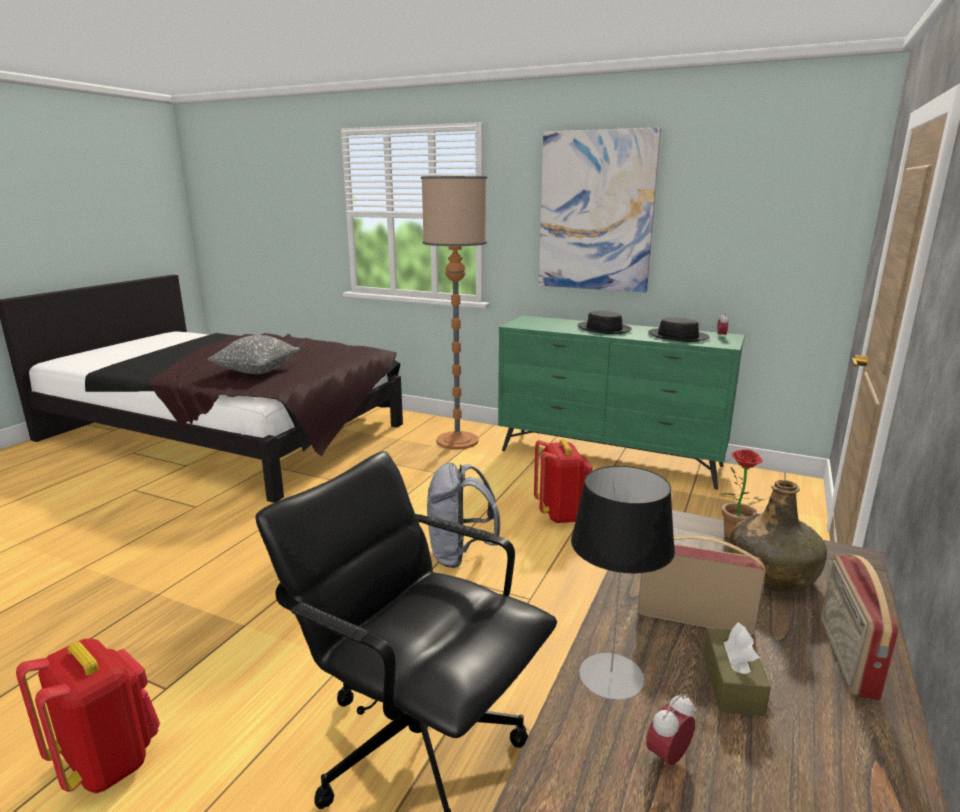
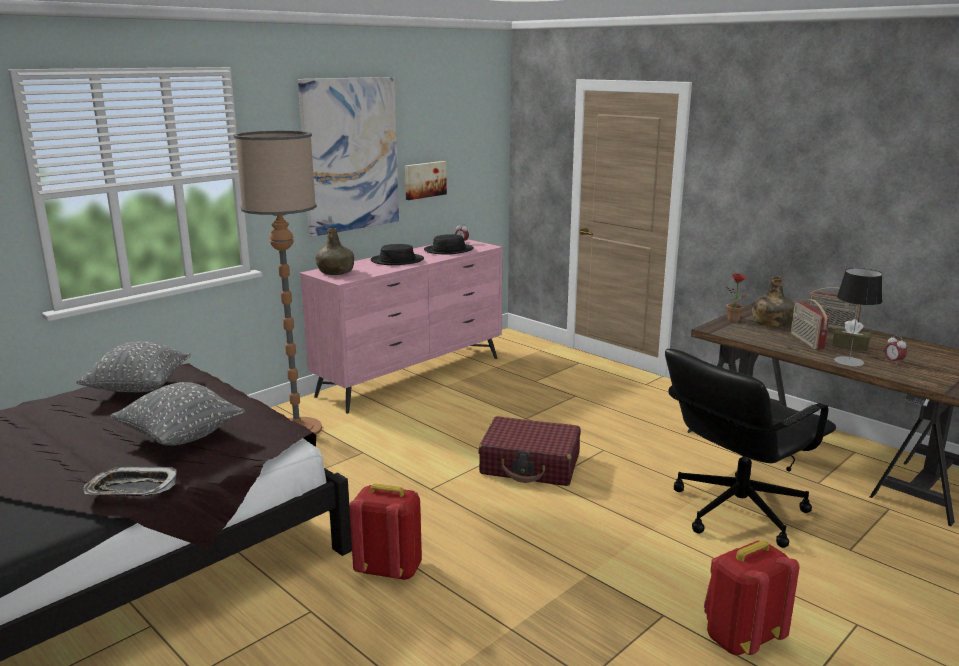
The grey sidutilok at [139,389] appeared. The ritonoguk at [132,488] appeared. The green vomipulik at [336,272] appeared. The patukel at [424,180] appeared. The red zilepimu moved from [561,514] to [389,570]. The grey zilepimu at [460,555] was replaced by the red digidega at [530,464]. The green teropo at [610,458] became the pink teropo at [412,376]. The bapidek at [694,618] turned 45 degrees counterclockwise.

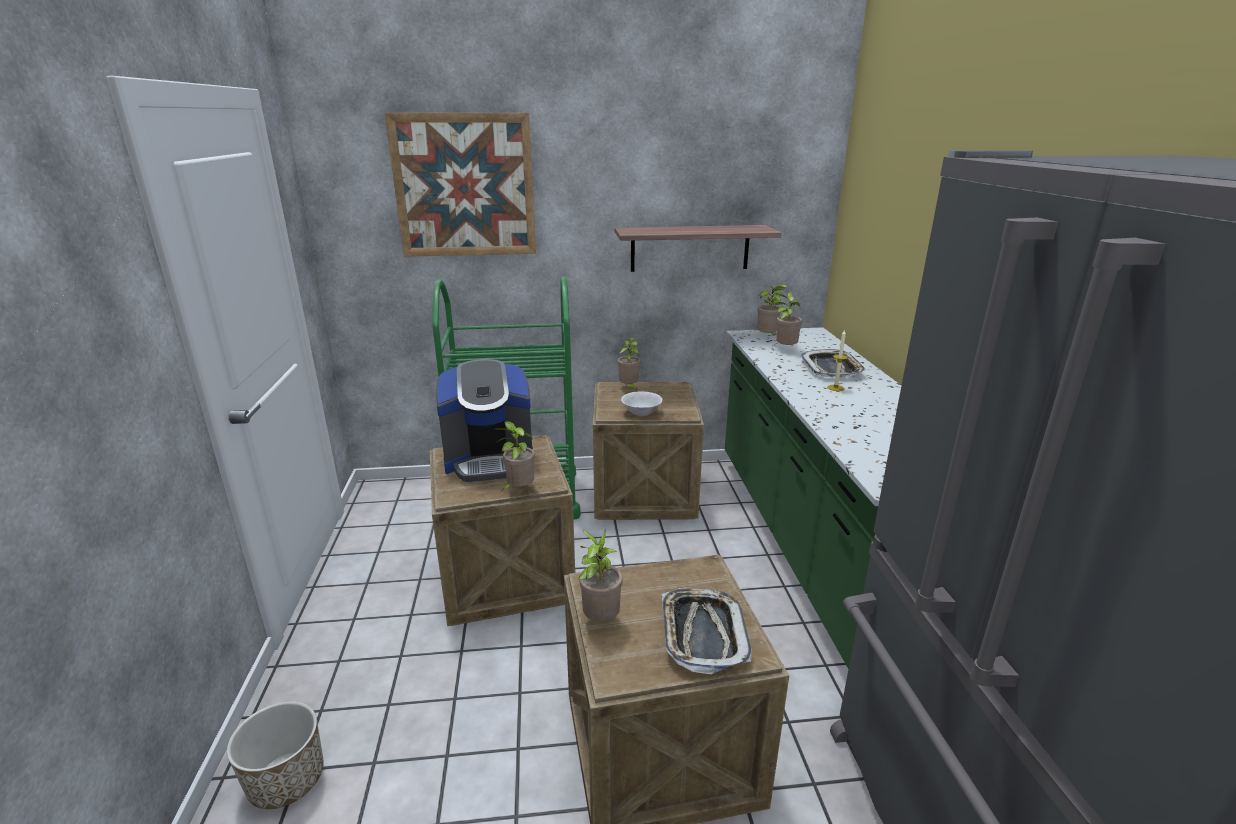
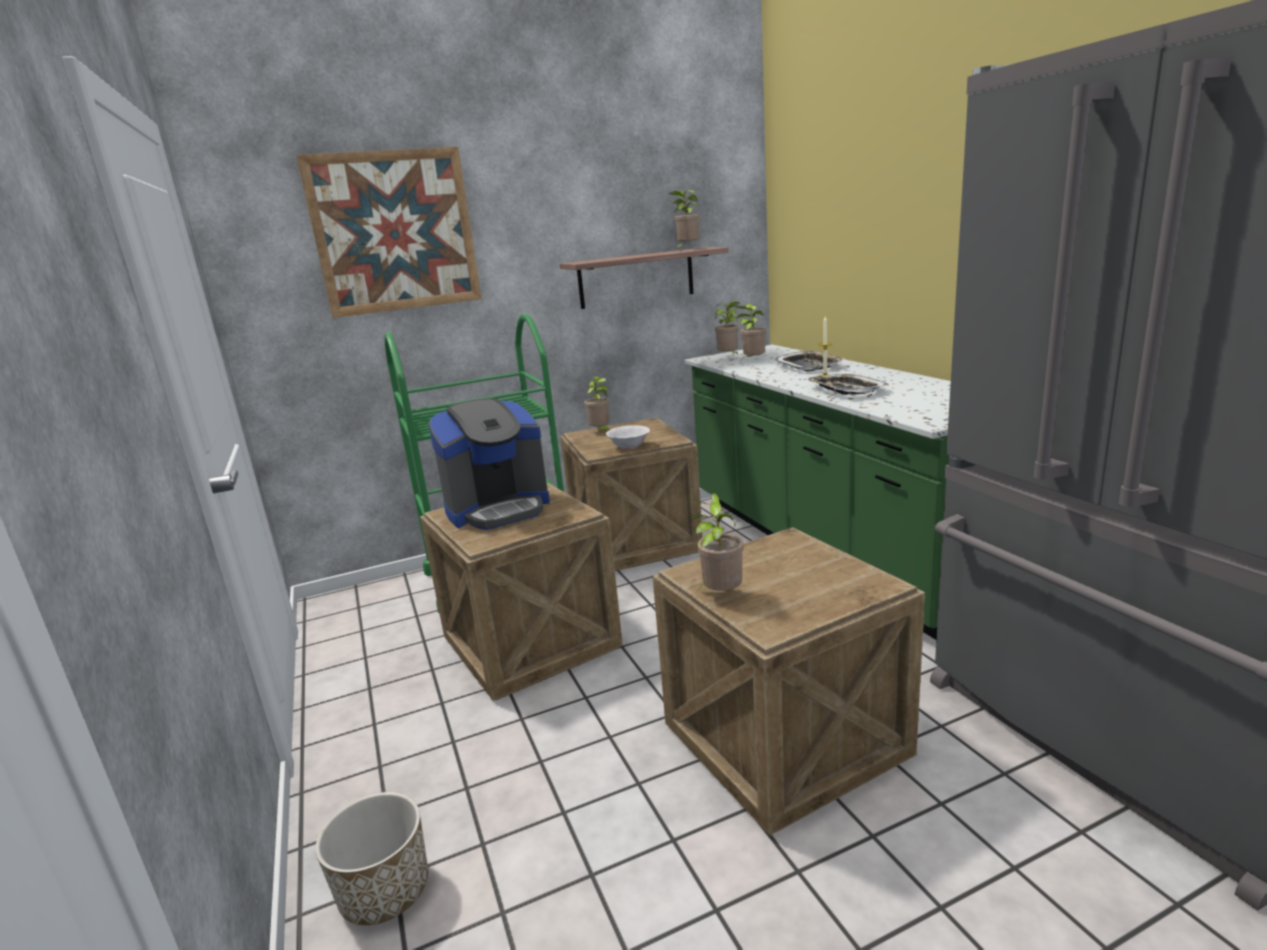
The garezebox moved from [519,490] to [687,249]. The ritonoguk moved from [702,634] to [845,390].

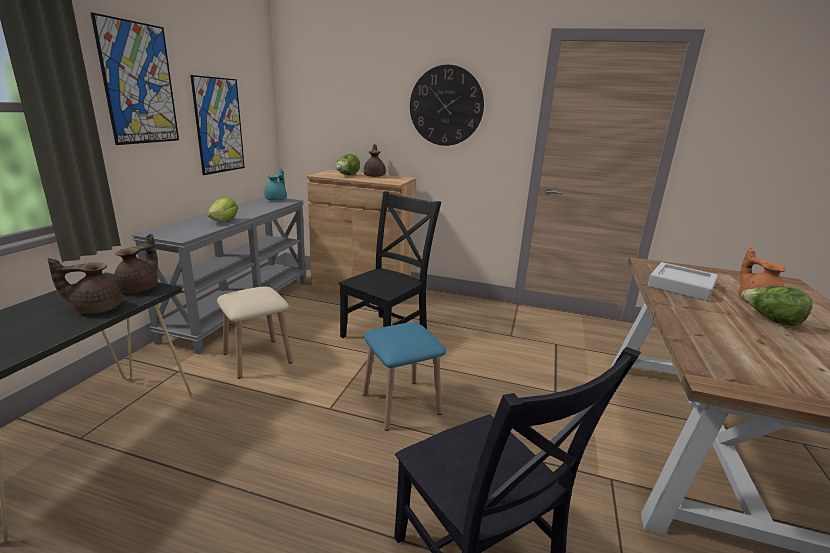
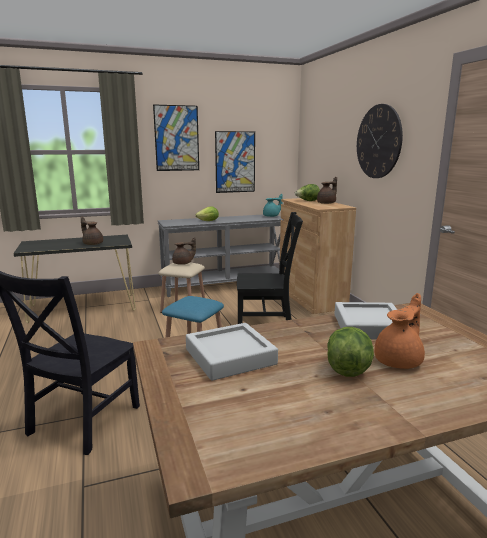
The grey ritonoguk at [230,356] appeared. The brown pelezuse moved from [140,288] to [183,263].

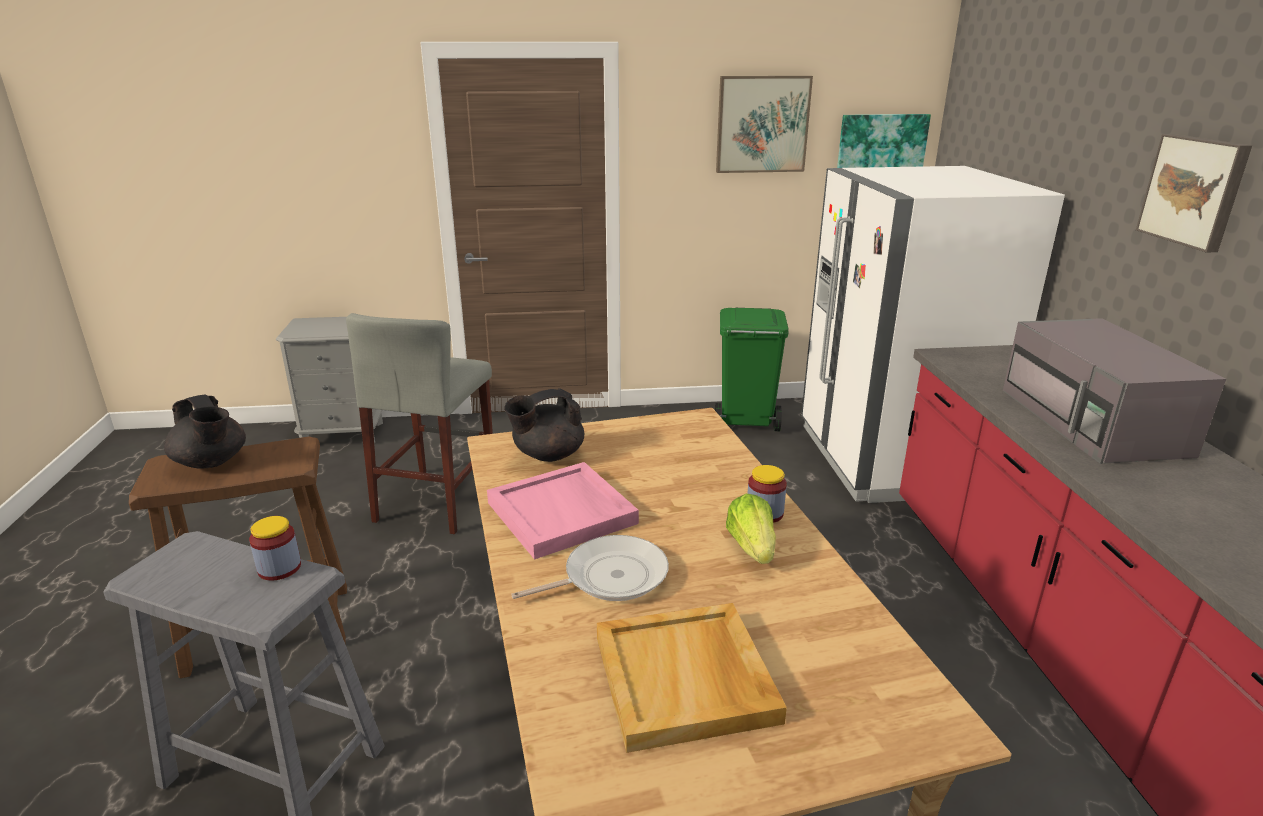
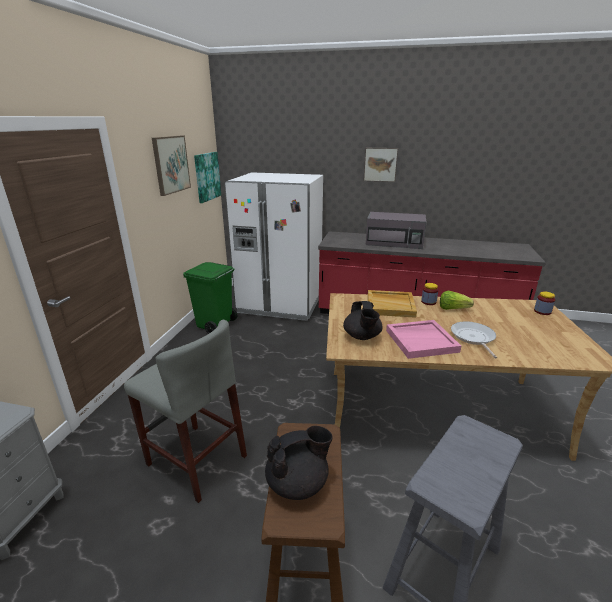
The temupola moved from [279,568] to [542,311]. The beige ritonoguk moved from [686,679] to [390,305].

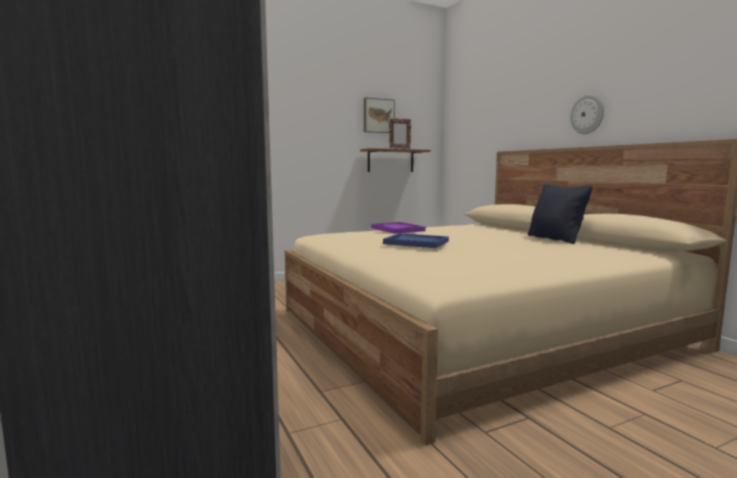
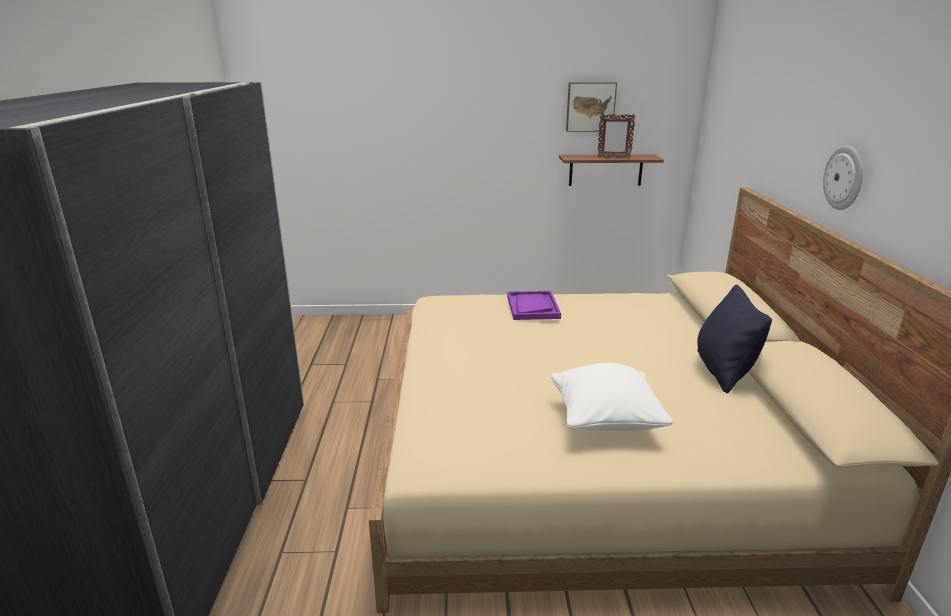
The blue ritonoguk at [416,243] disappeared. The white sidutilok at [605,421] appeared.

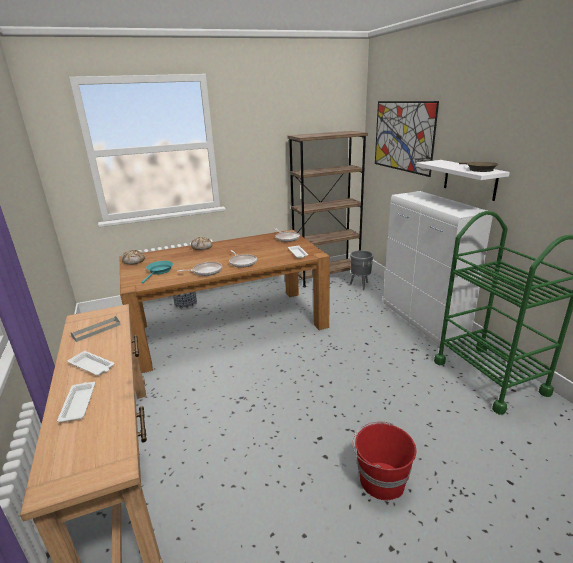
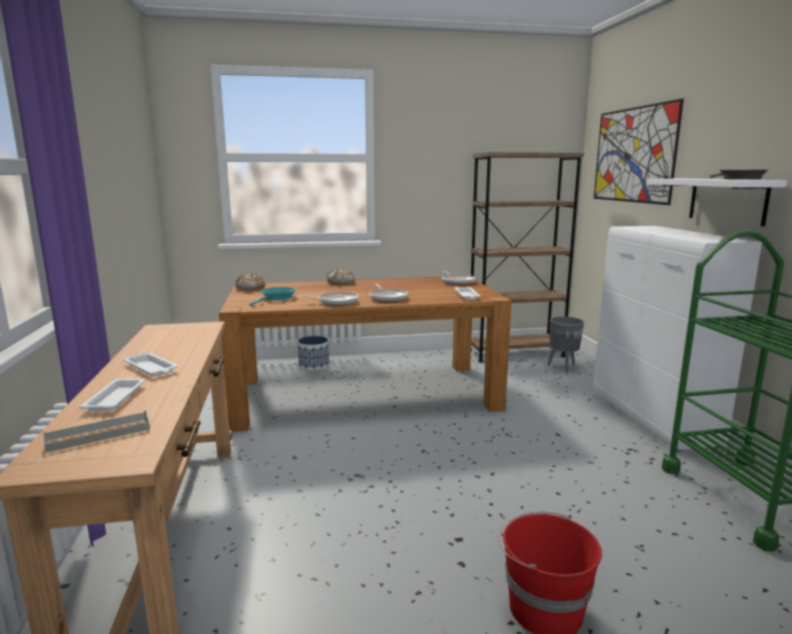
The grey ritonoguk moved from [96,330] to [98,435].

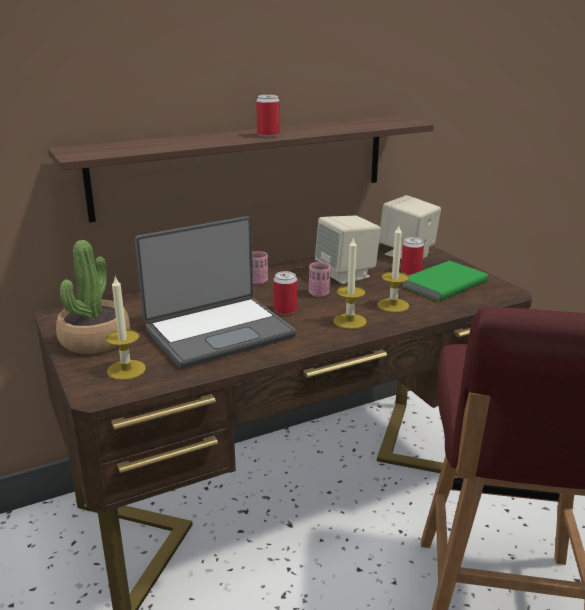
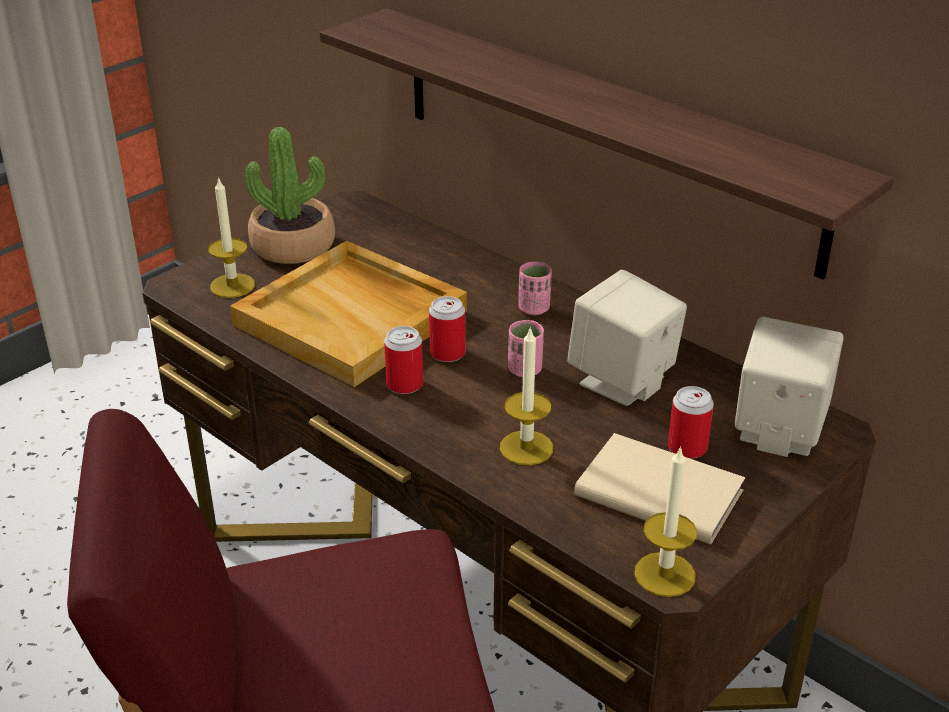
The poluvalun moved from [268,135] to [404,384]. The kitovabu moved from [349,321] to [664,574]. The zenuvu at [218,332] was replaced by the beige ritonoguk at [353,318]. The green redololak at [442,283] became the beige redololak at [658,490].

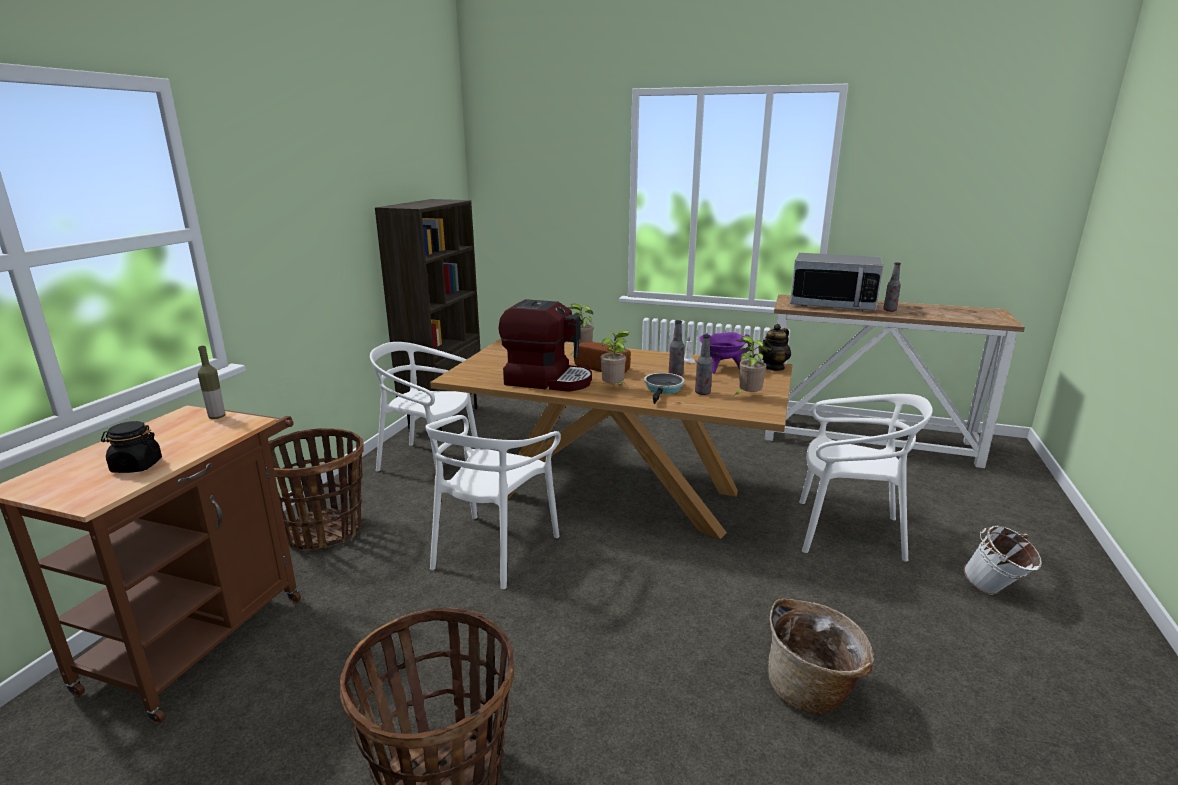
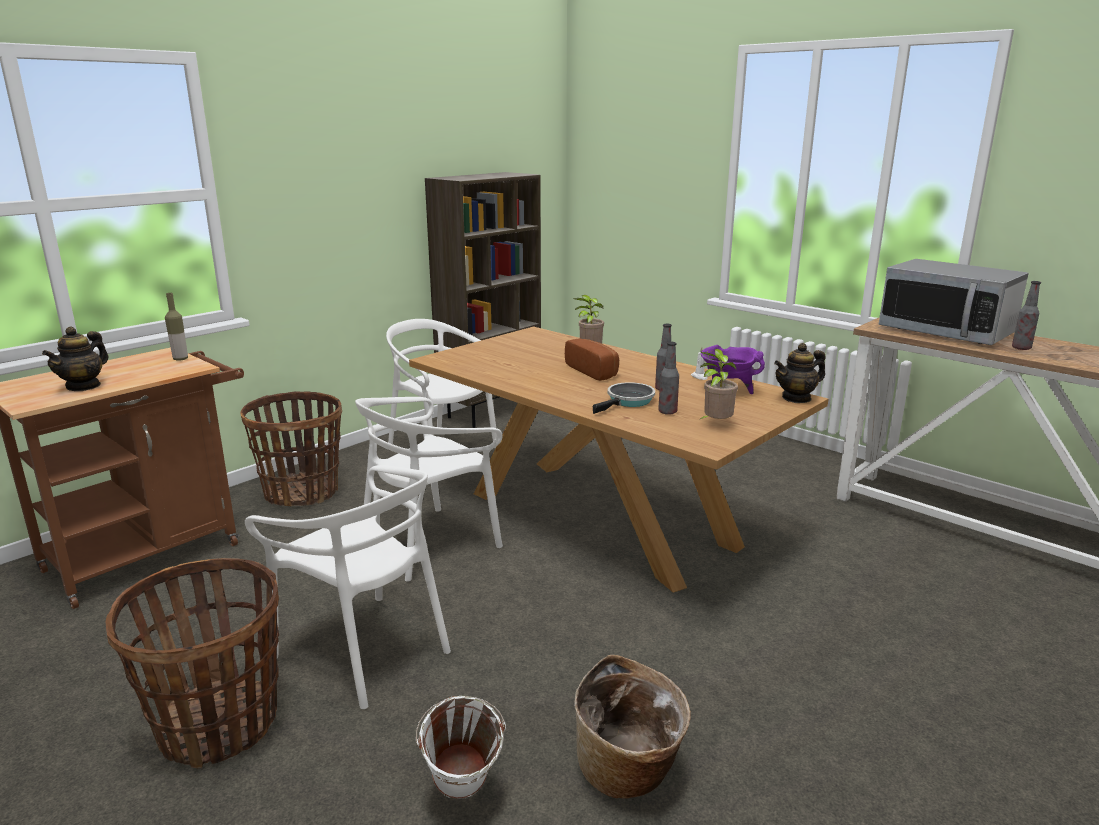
The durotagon at [548,380] disappeared. The garezebox at [614,388] disappeared. The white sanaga moved from [847,532] to [364,650]. The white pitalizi moved from [995,591] to [462,795]. The black temupola at [136,466] was replaced by the pelezuse at [83,386].

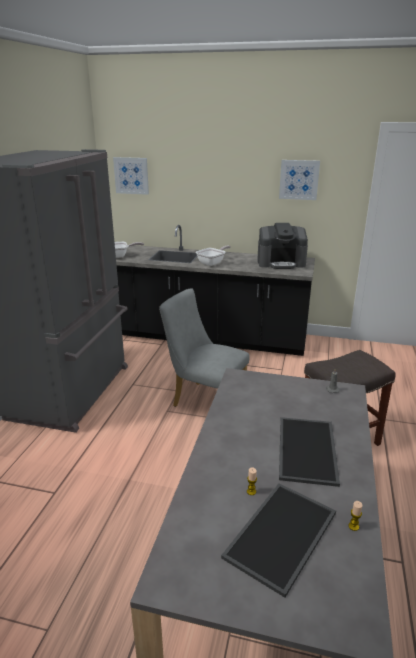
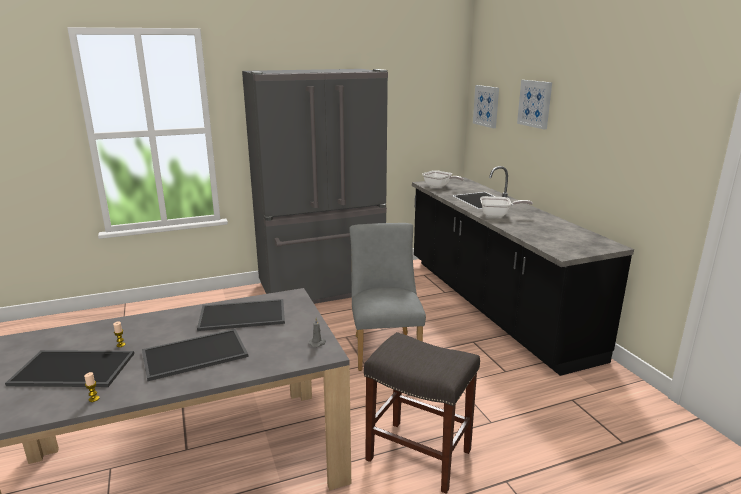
The durotagon at [281,263] disappeared. The ritonoguk at [243,314] appeared. The patukel moved from [299,179] to [535,103].

